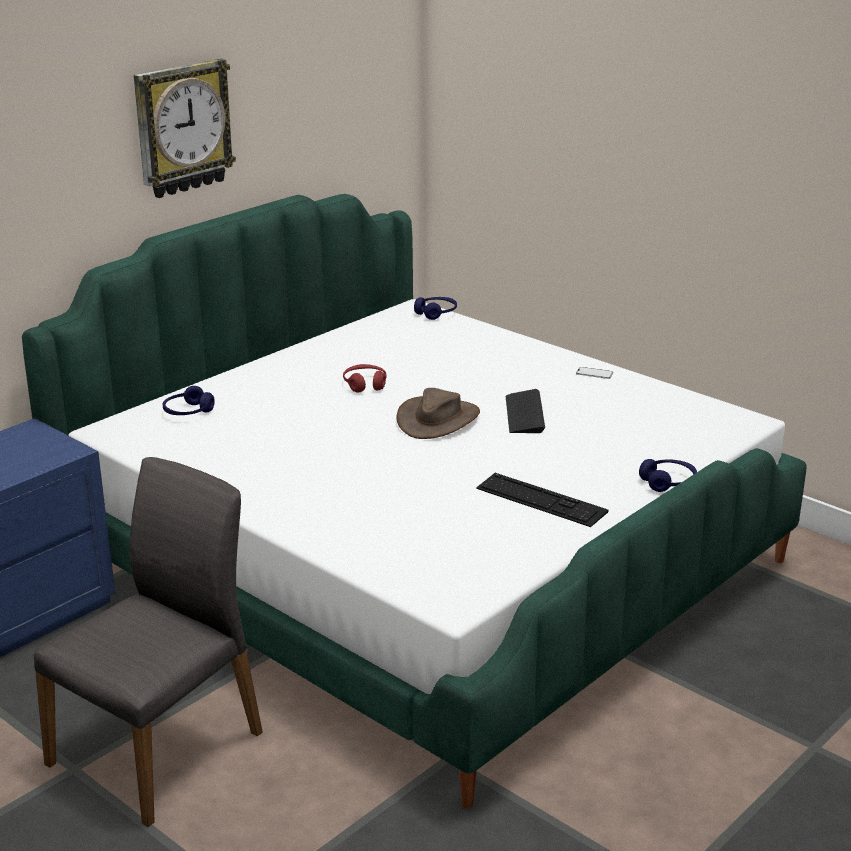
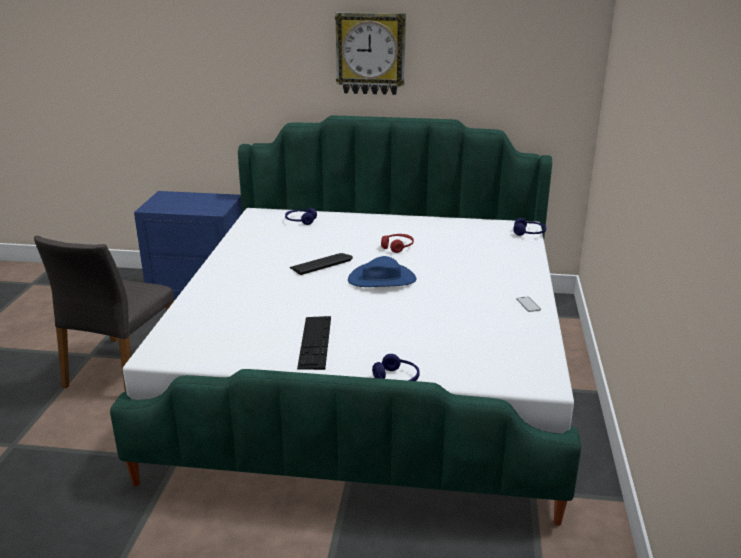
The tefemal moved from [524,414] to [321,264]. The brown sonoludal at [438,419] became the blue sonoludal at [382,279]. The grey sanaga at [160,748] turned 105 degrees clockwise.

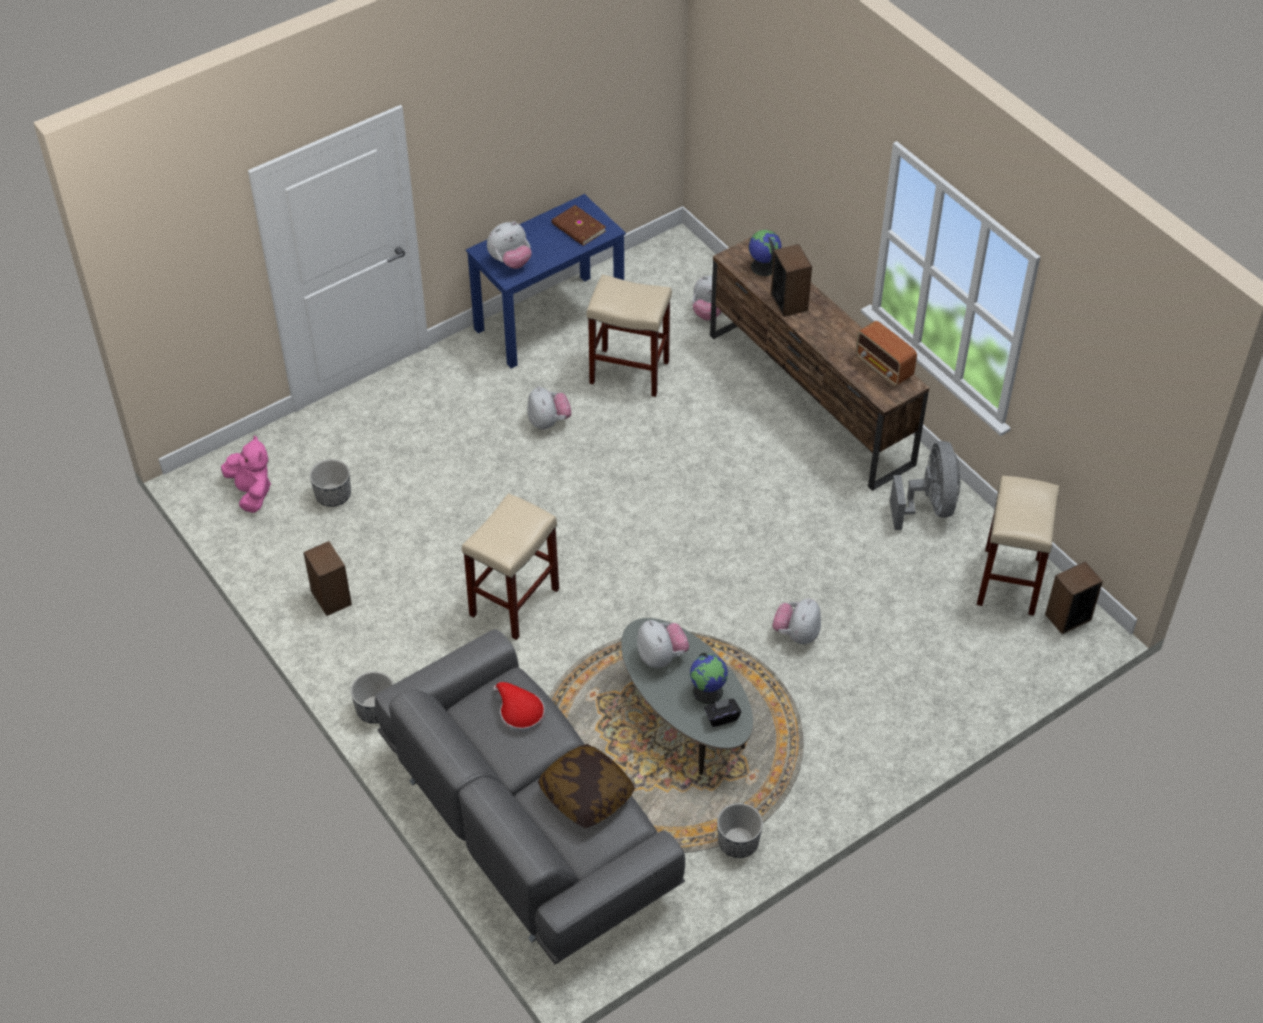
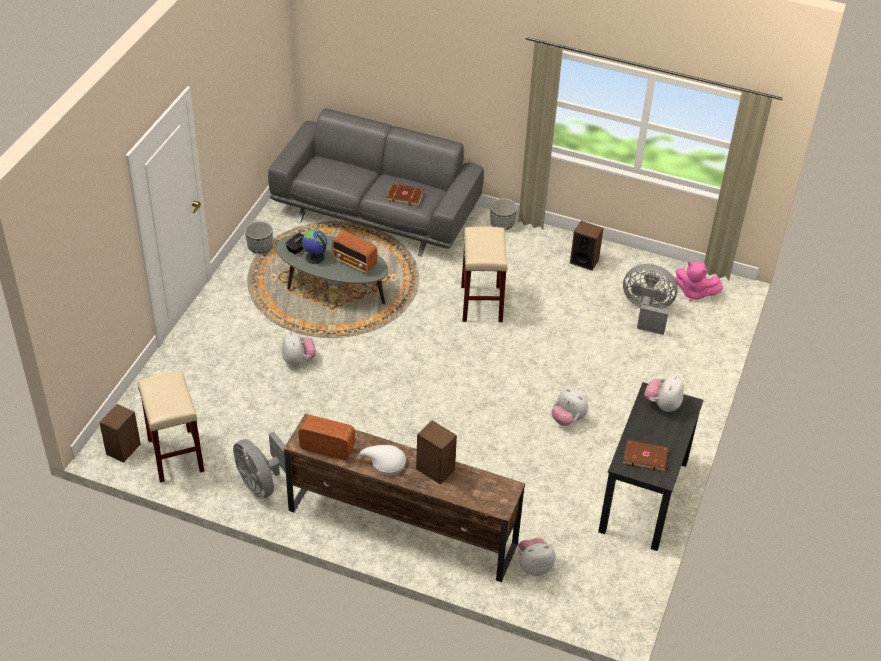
The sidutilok at [586,794] disappeared. The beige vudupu at [628,372] disappeared. The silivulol at [763,267] disappeared. The white sonoludal at [385,463] appeared. The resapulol at [333,495] was replaced by the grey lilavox at [647,312]. The red sonoludal at [519,712] was replaced by the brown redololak at [405,195]. The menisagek at [661,657] was replaced by the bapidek at [355,263]. The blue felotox at [549,320] became the black felotox at [643,496].

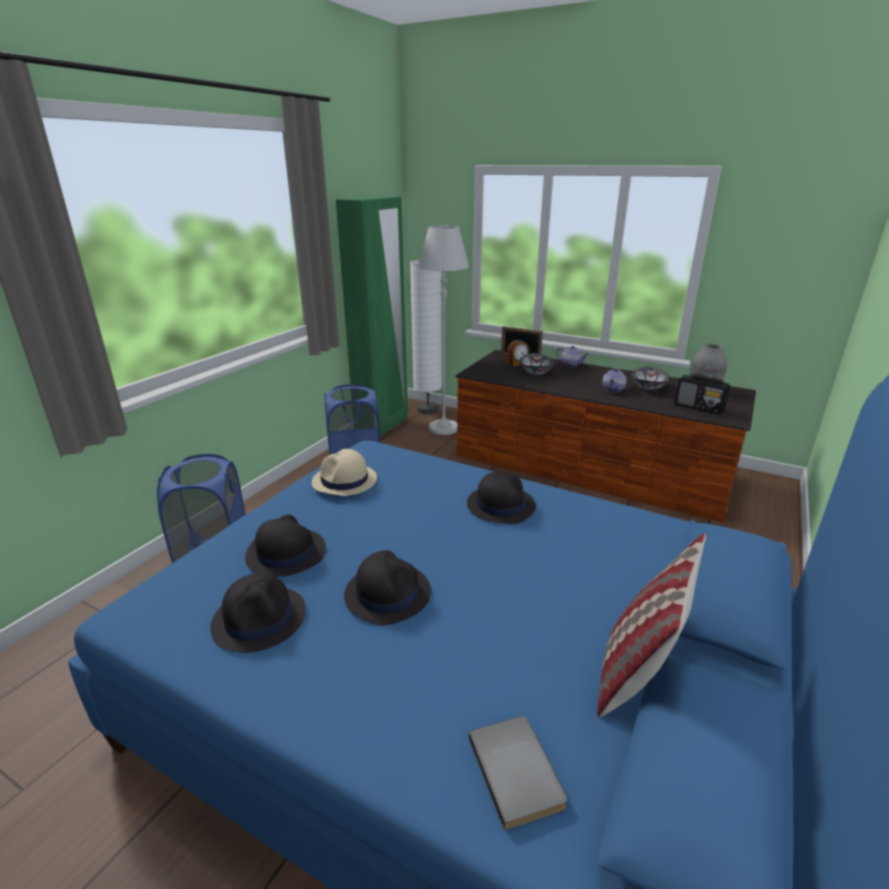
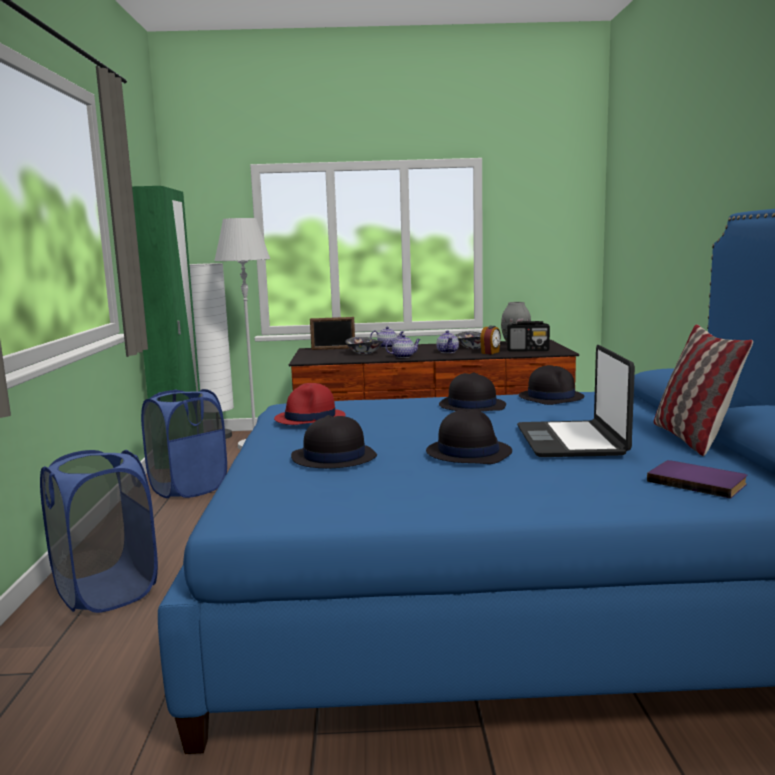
The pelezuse at [403,356] appeared. The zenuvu at [572,441] appeared. The black sonoludal moved from [260,618] to [551,397]. The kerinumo moved from [517,364] to [490,352]. The beige sonoludal at [344,481] became the red sonoludal at [310,418]. The grey redololak at [518,770] became the purple redololak at [697,482].

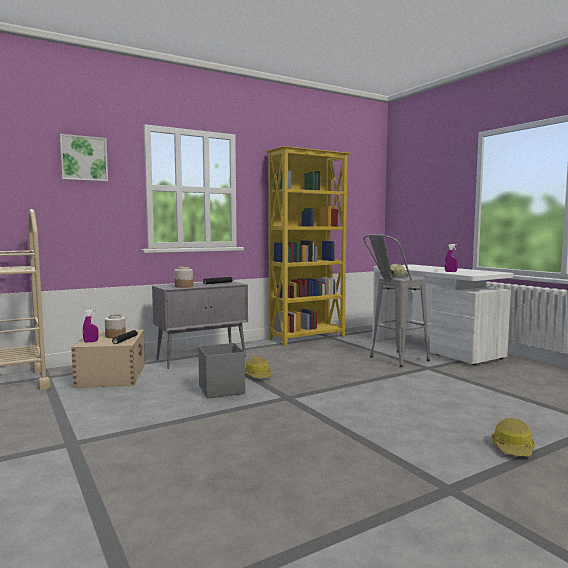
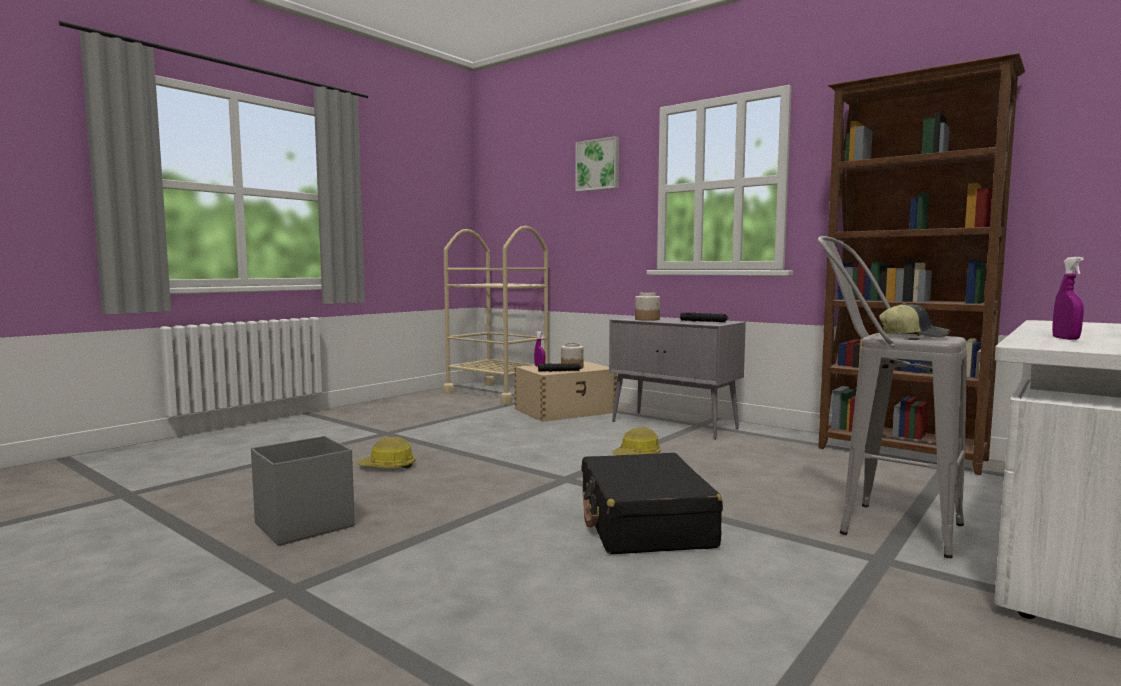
The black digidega at [644,523] appeared. The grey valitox moved from [221,390] to [302,525]. The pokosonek moved from [513,448] to [388,467]. The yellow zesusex at [308,338] became the brown zesusex at [901,454].

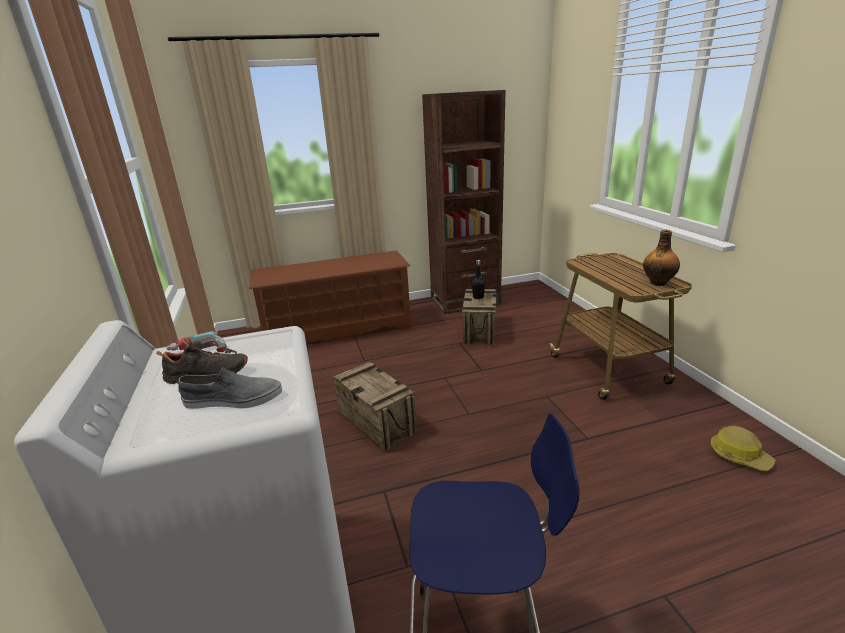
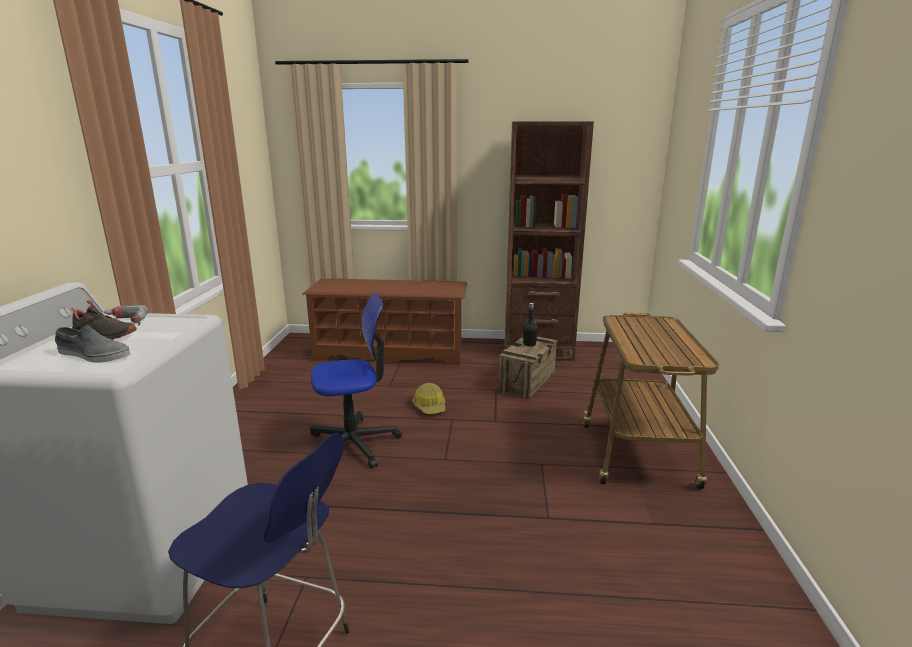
The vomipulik at [658,282] disappeared. The pokosonek moved from [739,456] to [430,406]. The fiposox at [377,422] was replaced by the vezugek at [354,444].

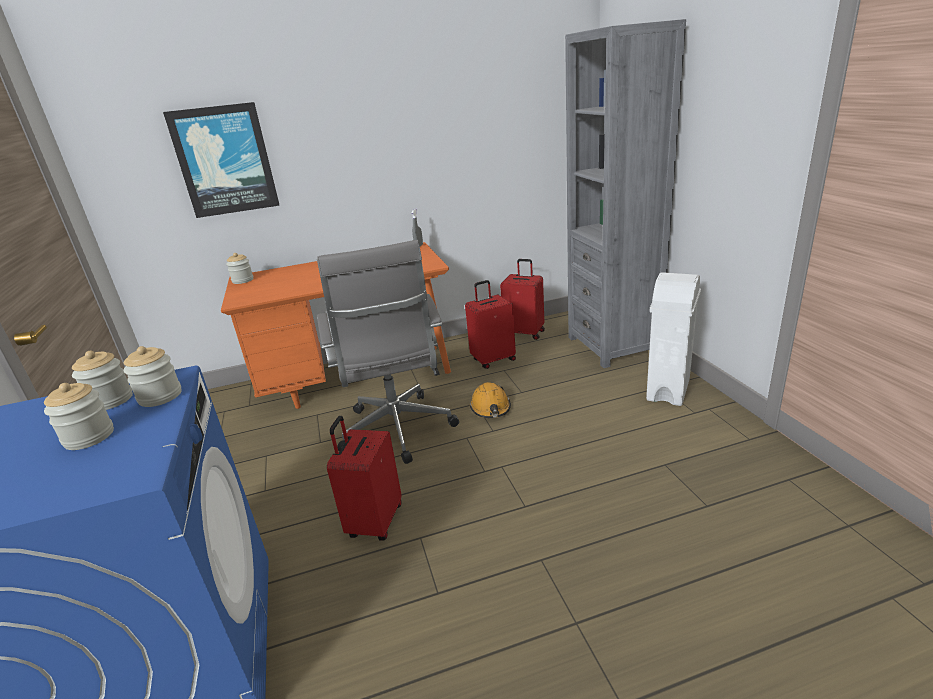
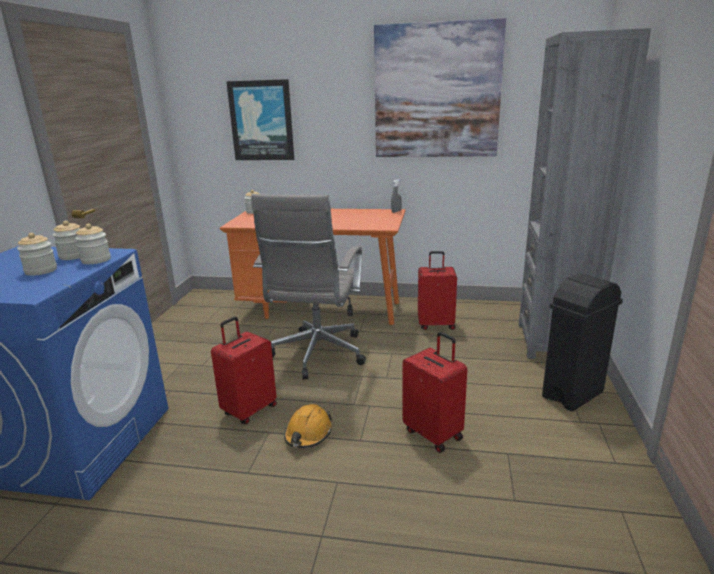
The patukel at [436,92] appeared. The orange pokosonek moved from [490,408] to [308,434]. The red digidega moved from [525,333] to [434,434]. The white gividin at [668,389] became the black gividin at [573,394].

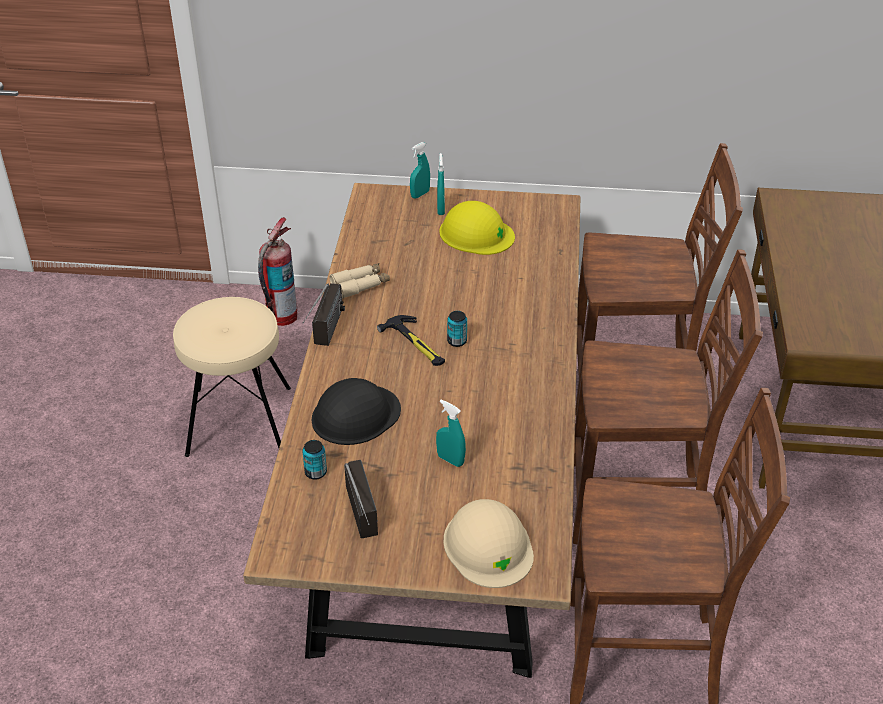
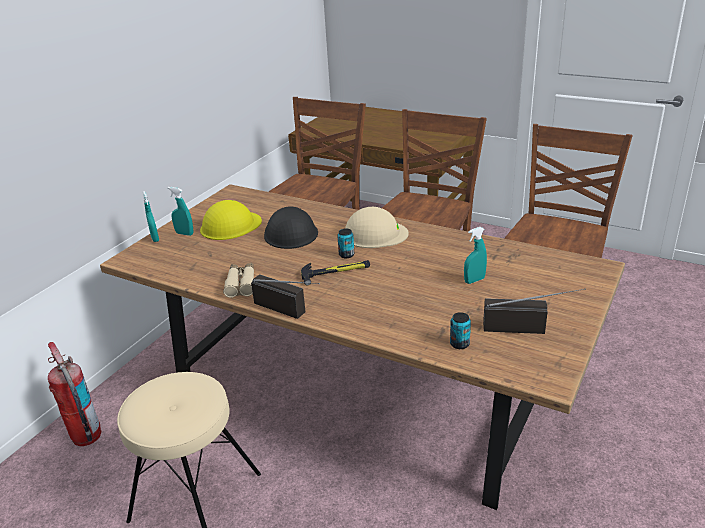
The black pokosonek moved from [355,415] to [290,233]. The beige pokosonek moved from [488,546] to [374,234].

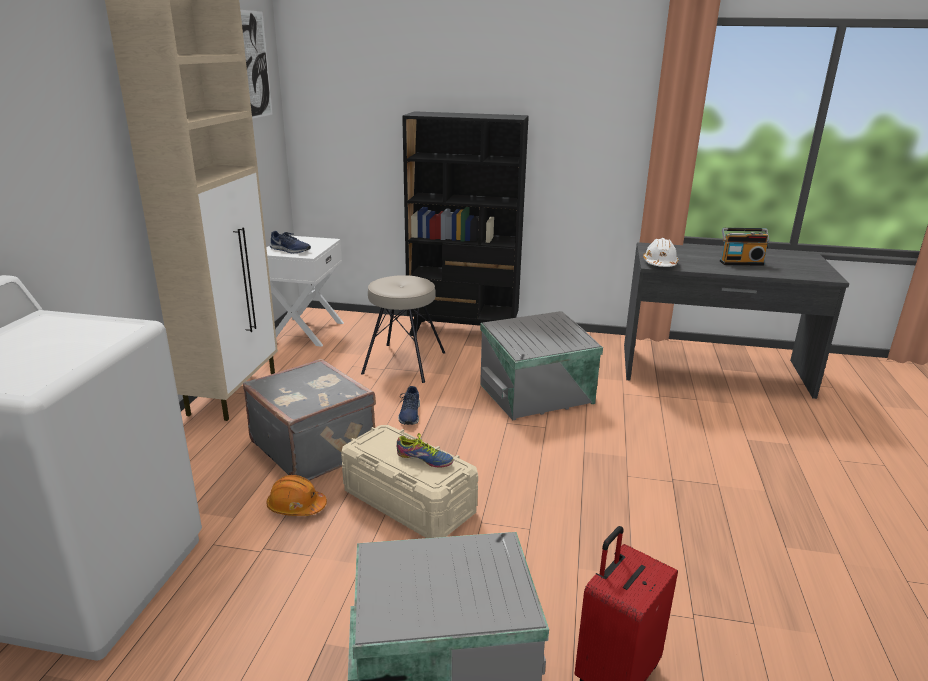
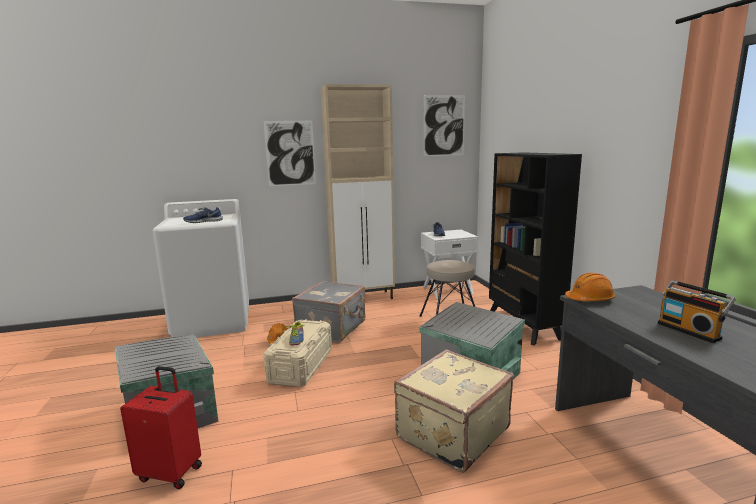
The patukel at [290,153] appeared. The beige digidega at [450,432] appeared. The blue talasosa moved from [409,414] to [203,221]. The white pokosonek at [660,264] became the orange pokosonek at [590,299].

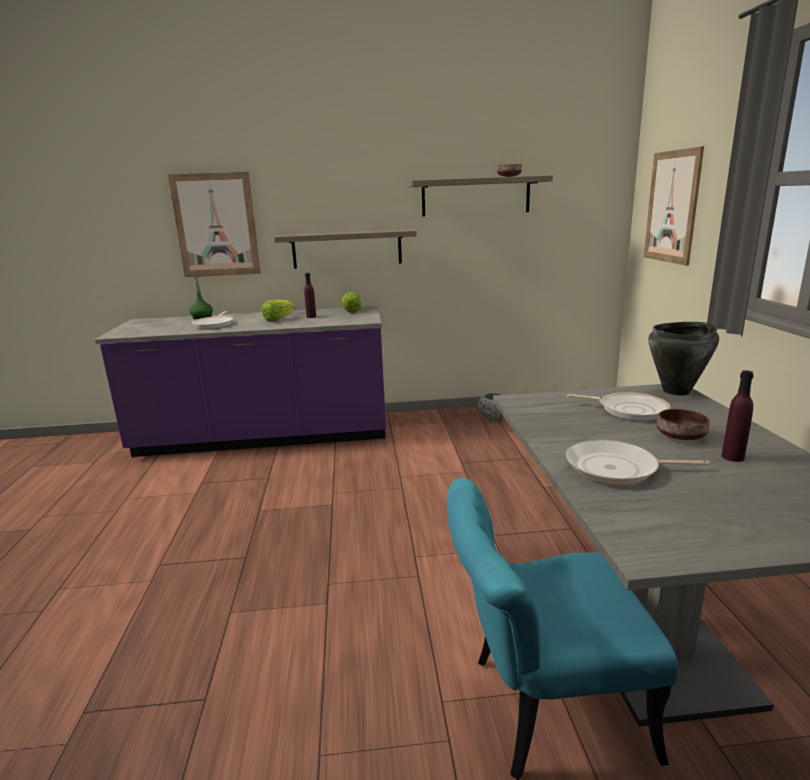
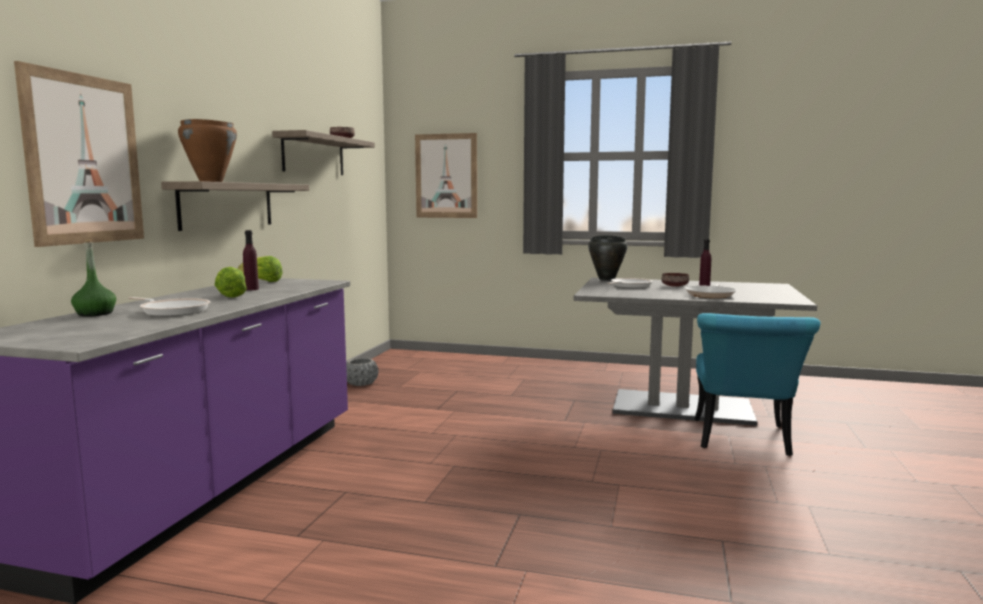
The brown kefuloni at [211,181] appeared.

